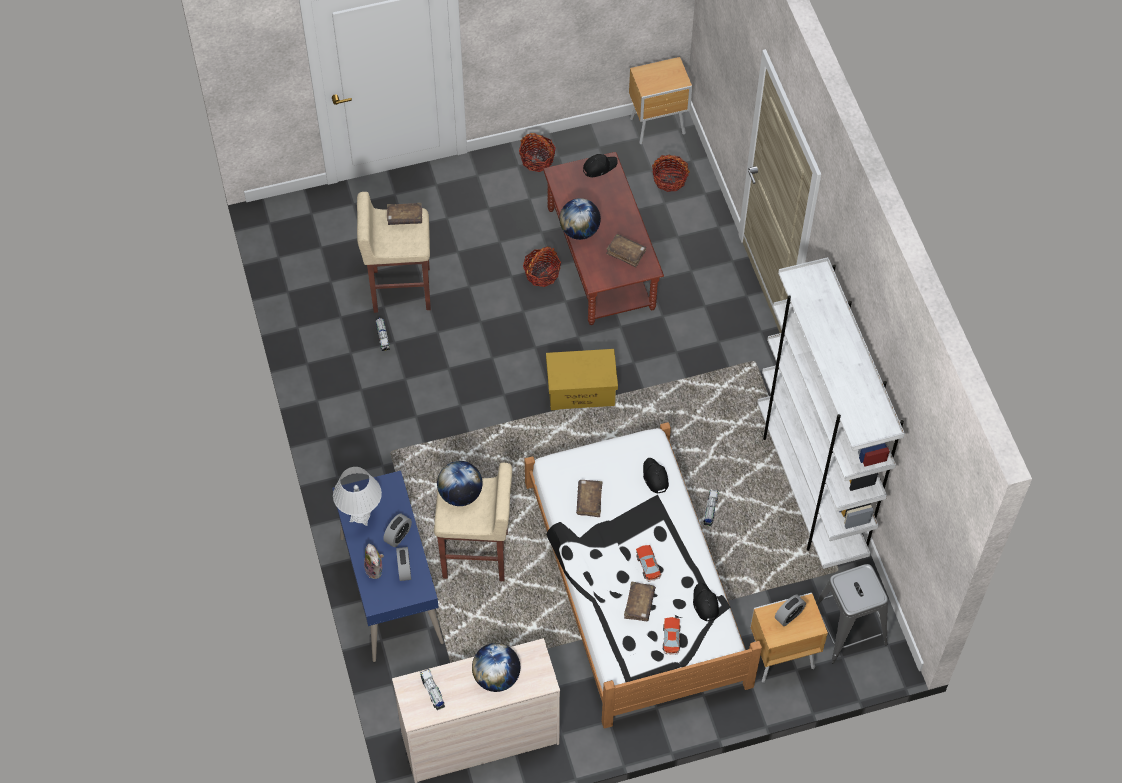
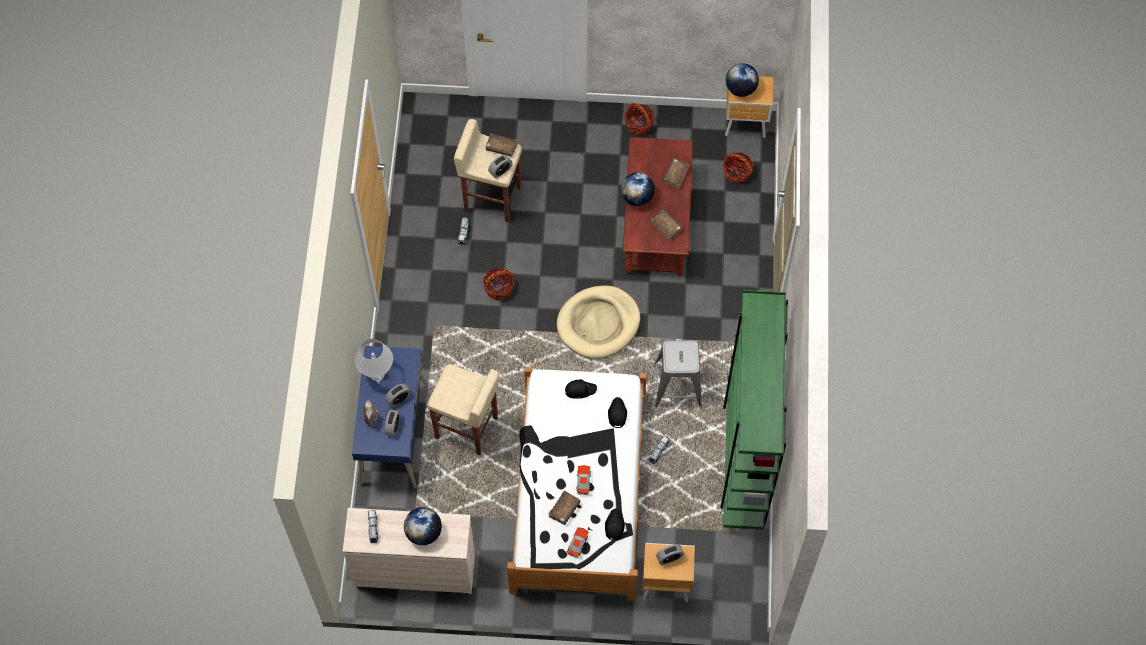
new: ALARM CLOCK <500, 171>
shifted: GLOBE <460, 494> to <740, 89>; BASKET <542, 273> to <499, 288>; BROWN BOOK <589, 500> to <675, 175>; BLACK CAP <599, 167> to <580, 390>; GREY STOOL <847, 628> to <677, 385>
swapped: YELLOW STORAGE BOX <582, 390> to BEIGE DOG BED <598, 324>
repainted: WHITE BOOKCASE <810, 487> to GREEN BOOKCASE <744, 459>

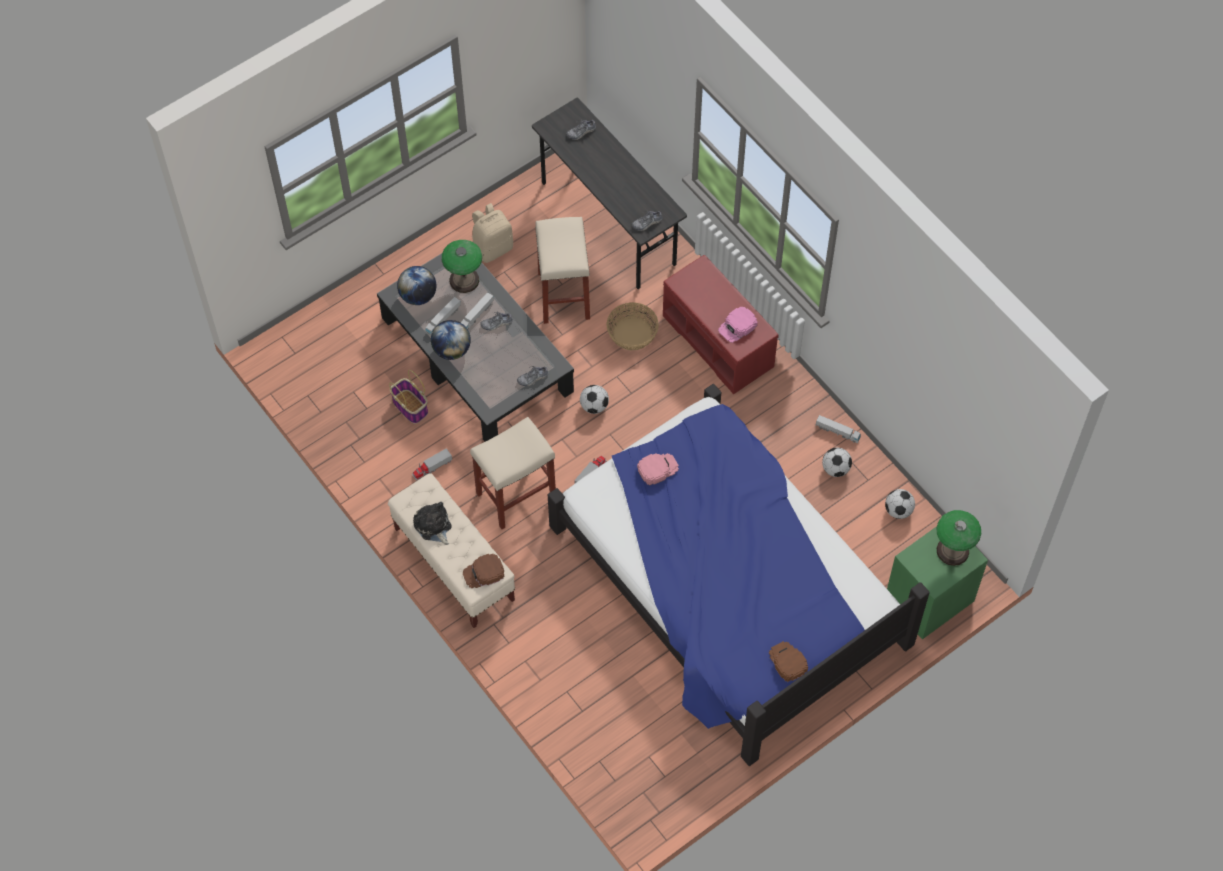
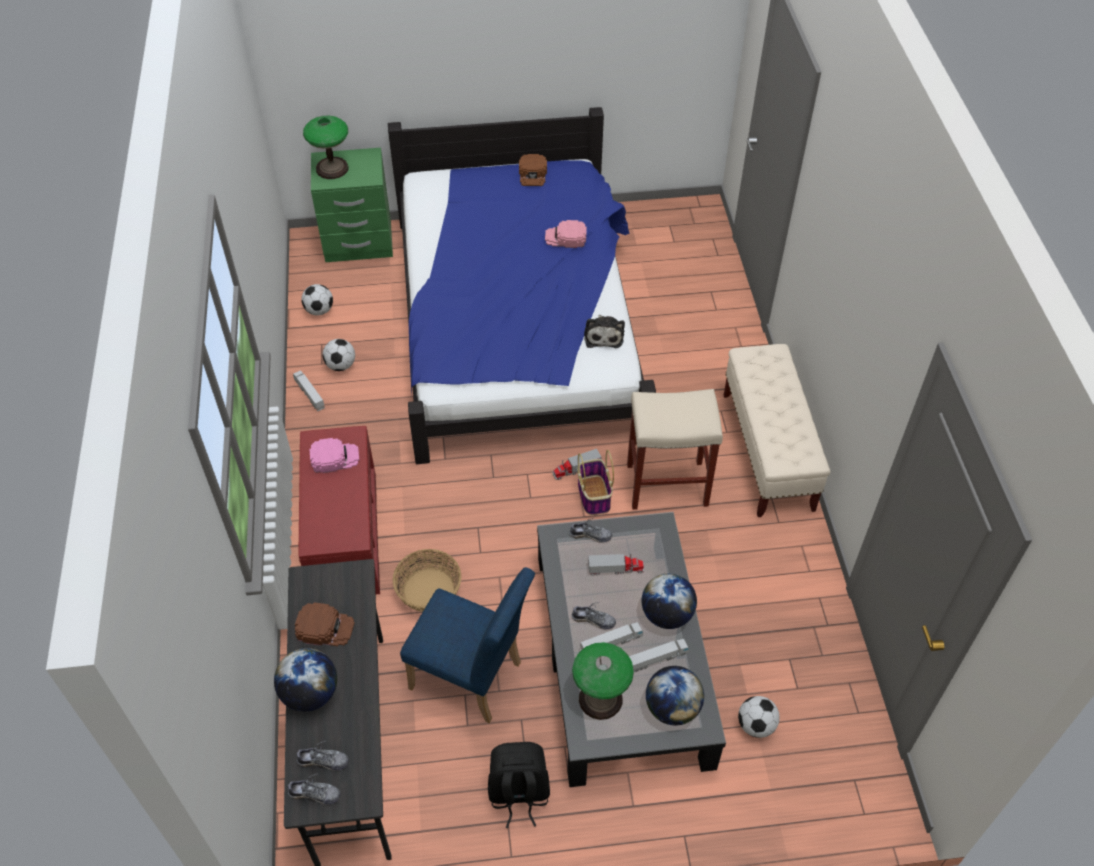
new: GLOBE <310, 694>
shifted: BASKET <411, 407> to <593, 495>; TOY TRUCK <432, 467> to <616, 569>; PLUSH TOY <433, 526> to <603, 335>; BROWN CAP <483, 573> to <325, 627>; FOOTBALL <594, 406> to <755, 725>; SHOE <647, 223> to <315, 794>; PINK CAP <657, 469> to <566, 237>
swapped: BEIGE STOOL <563, 295> to BLUE CHAIR <473, 679>
repainted: BEIGE BACKPACK <492, 248> to BLACK BACKPACK <518, 794>

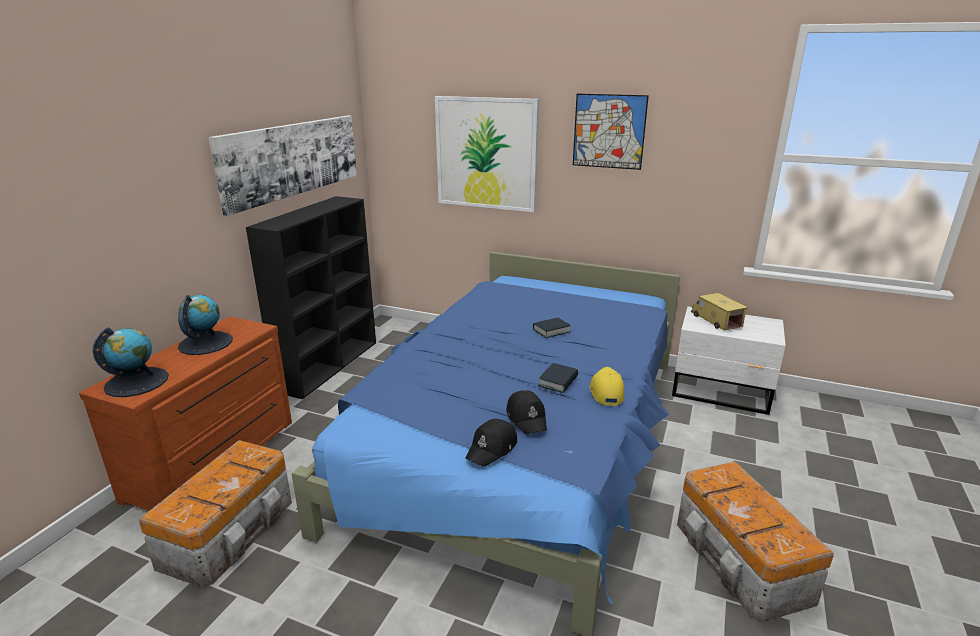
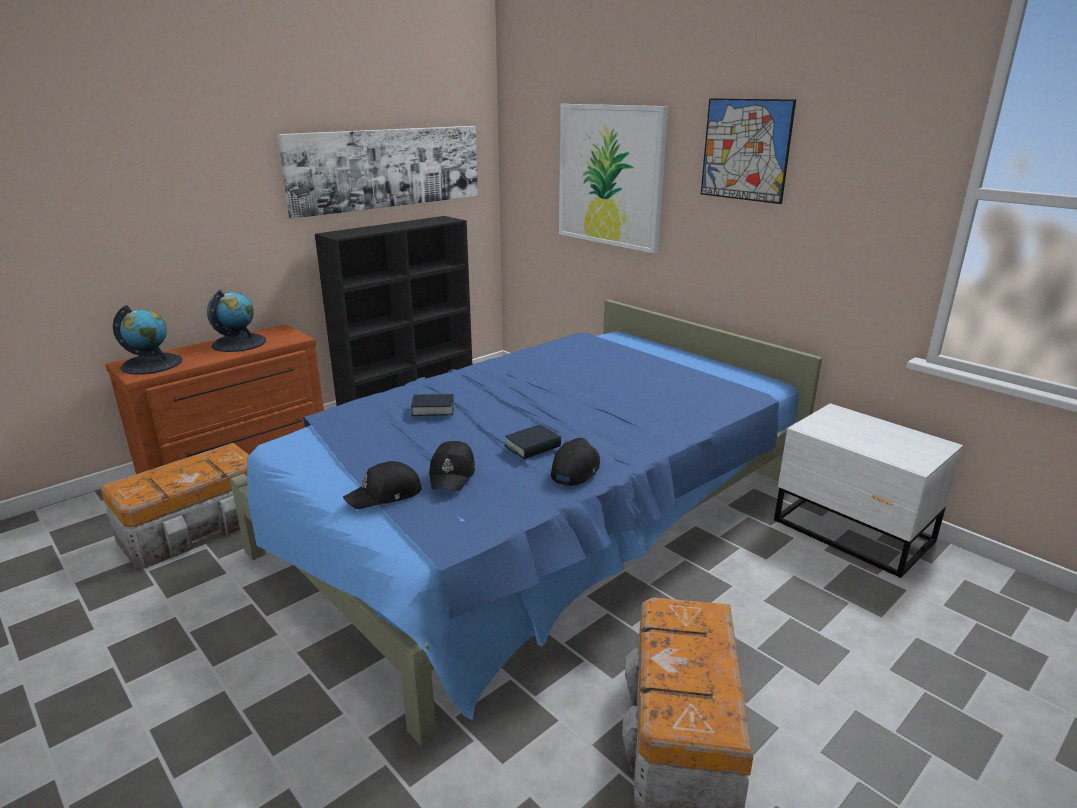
gone: TOY TRUCK <716, 321>
shifted: BOOK <551, 331> to <432, 409>
repainted: YELLOW CAP <606, 392> to BLACK CAP <575, 469>

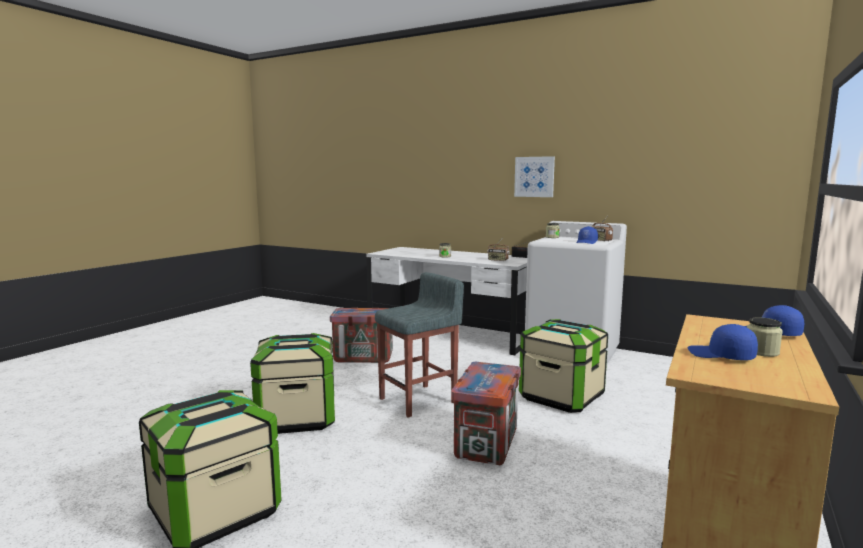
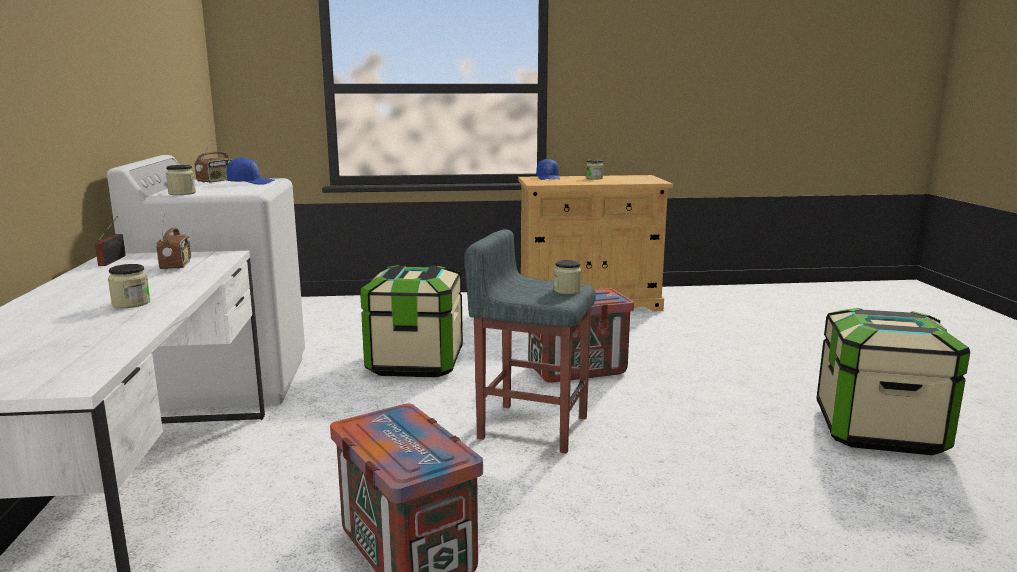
gone: STORAGE BOX <297, 418>; PICTURE <534, 177>; BLUE CAP <721, 356>
new: JAR <567, 290>

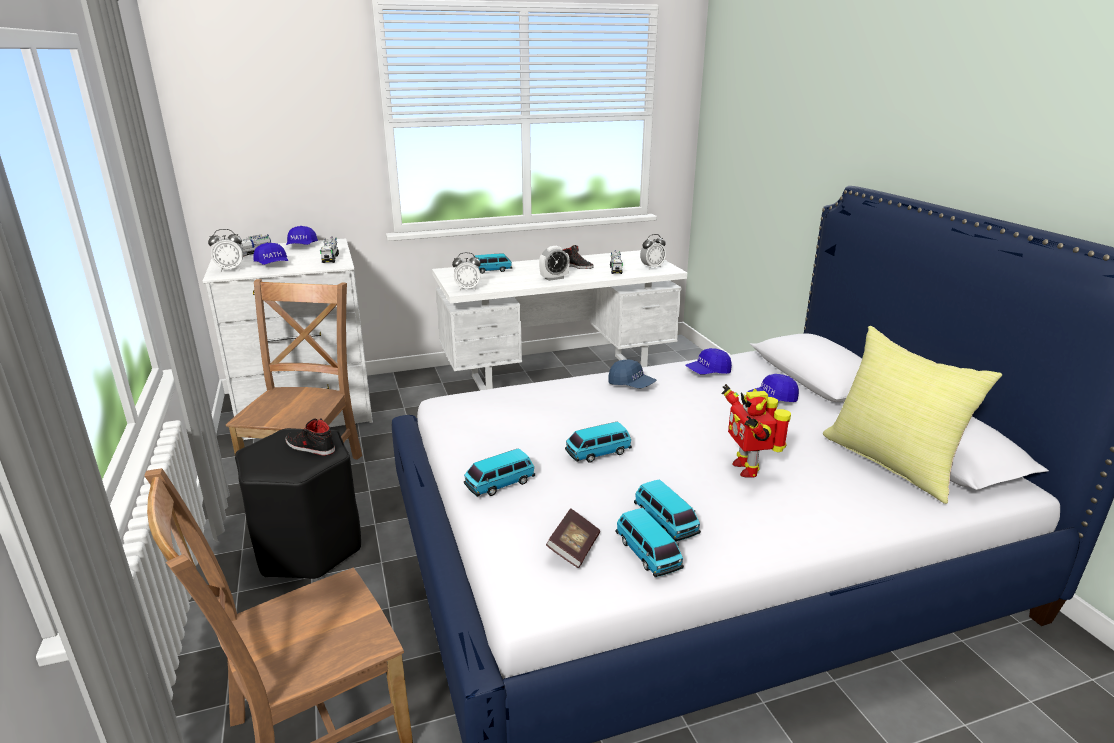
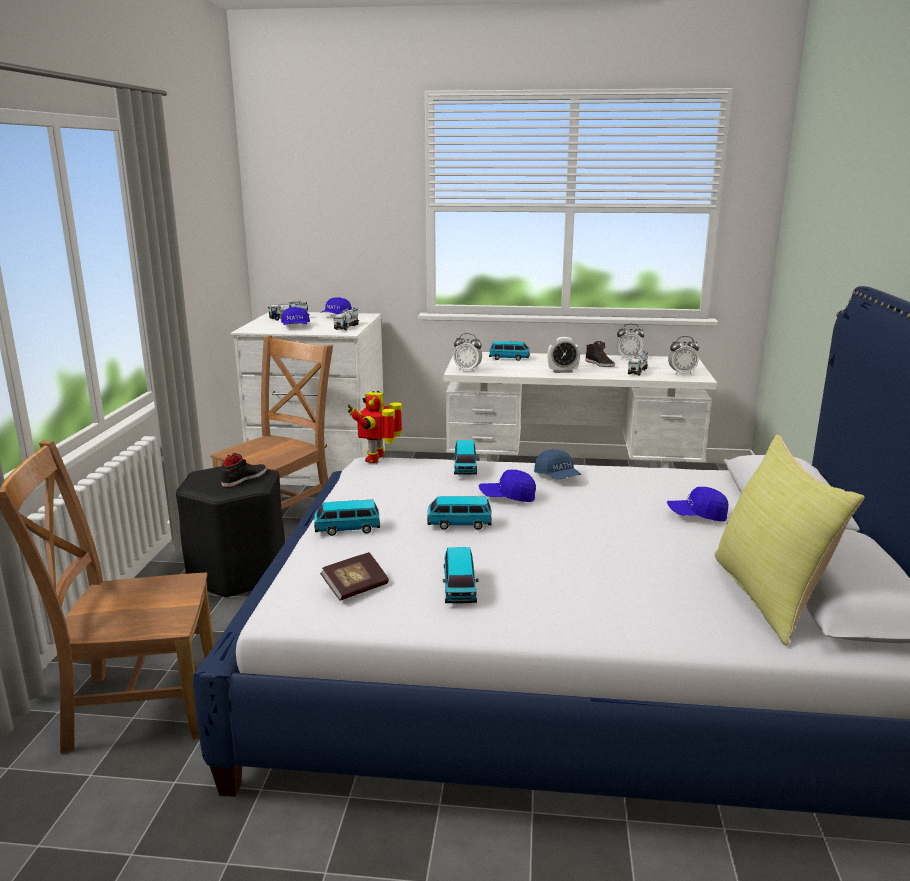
shifted: ALARM CLOCK <230, 269> to <628, 358>; TOY CAR <648, 554> to <465, 468>; BLUE CAP <708, 372> to <507, 497>; TOY ROBOT <747, 468> to <377, 458>
rotated: BLACK SHOE <309, 447> = <244, 478> 75 degrees clockwise

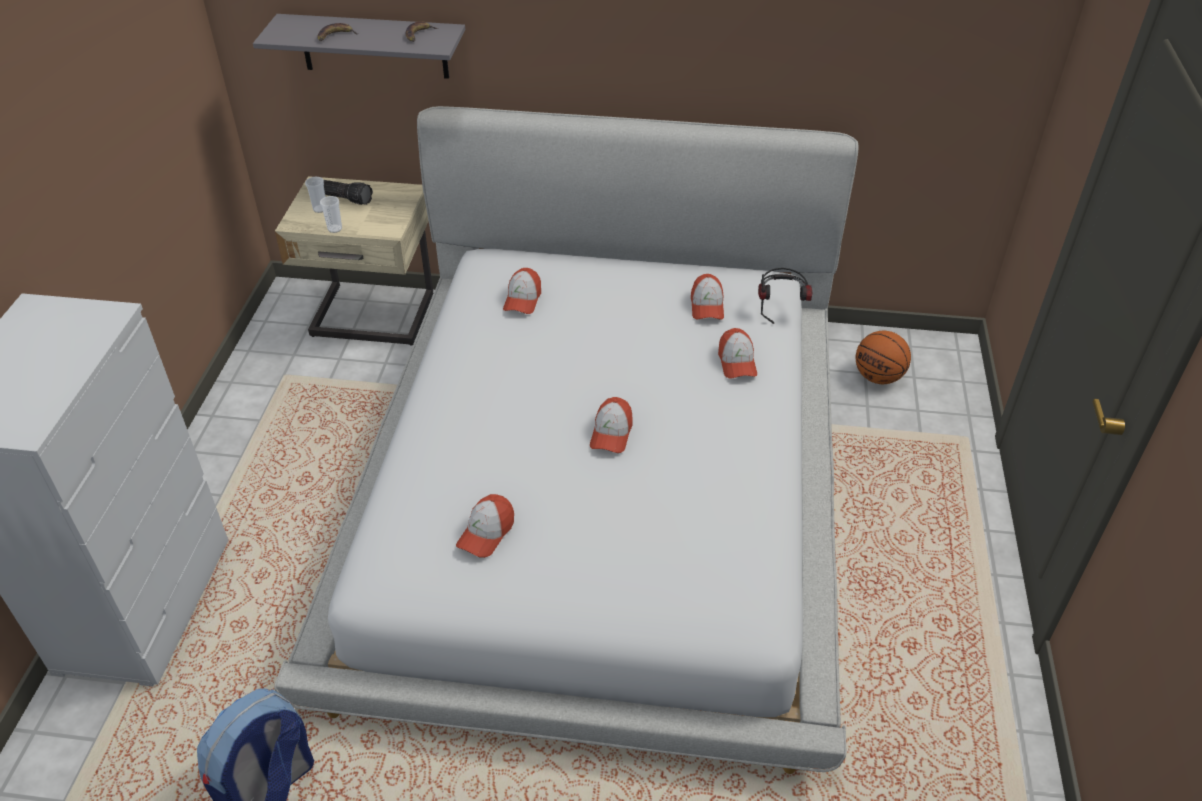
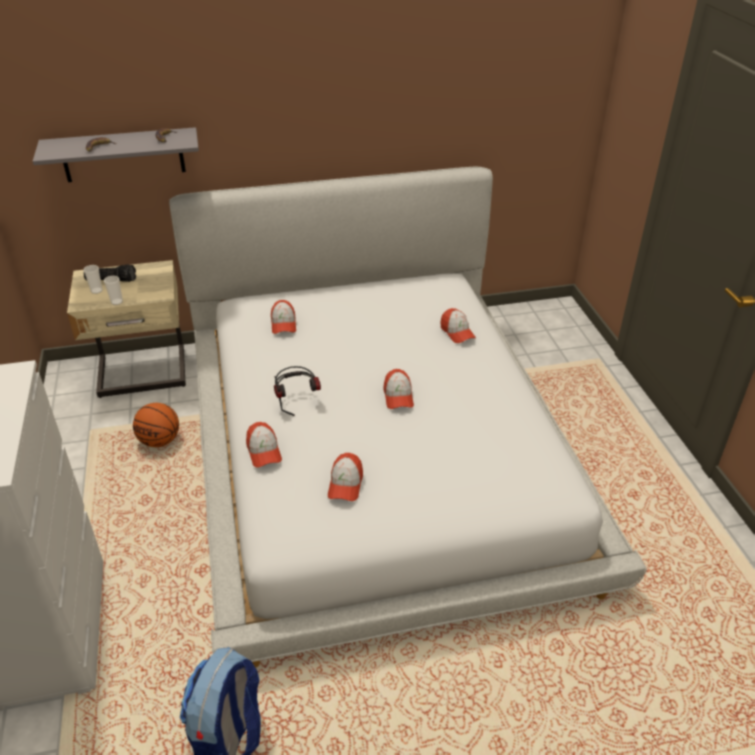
shifted: CAP <707, 306> to <263, 451>; HEADPHONES <781, 309> to <297, 401>; BASKETBALL <878, 377> to <160, 441>

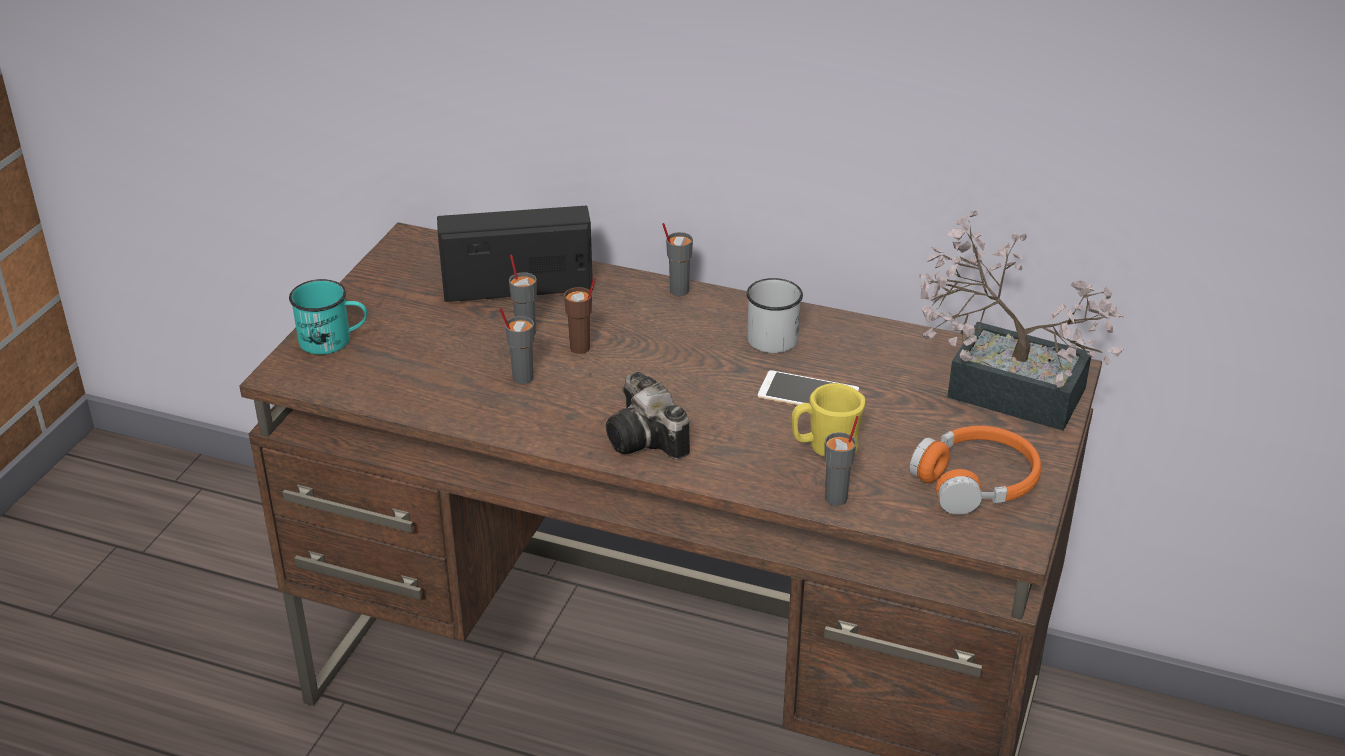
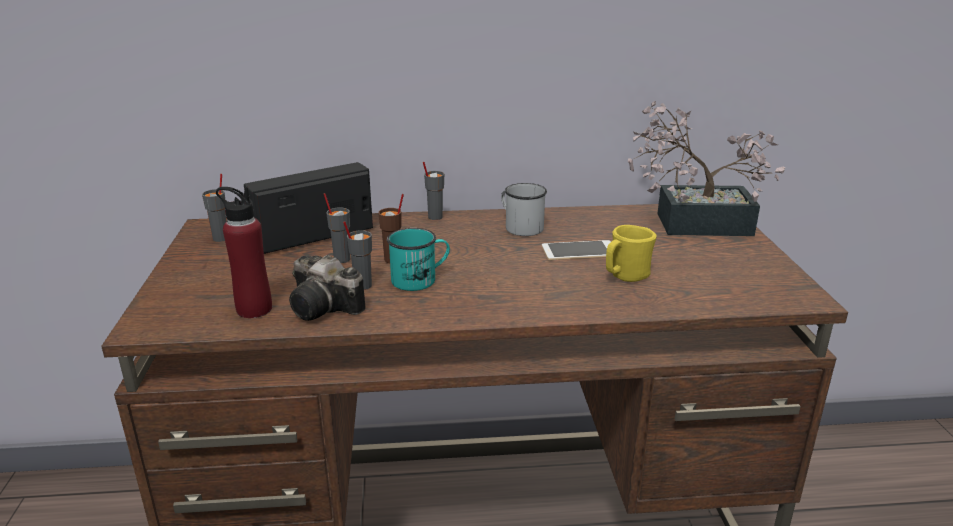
gone: ORANGE HEADPHONES <976, 482>
new: RED BOTTLE <254, 309>
shifted: TURQUOISE MUG <333, 340> to <420, 279>; PHOTO CAMERA <648, 440> to <326, 308>; GREY CUP <837, 498> to <221, 238>

